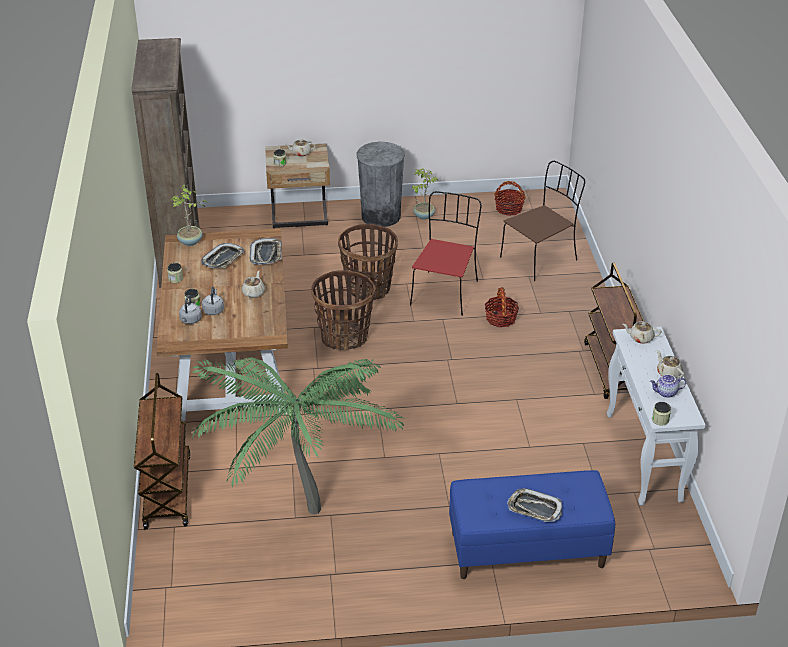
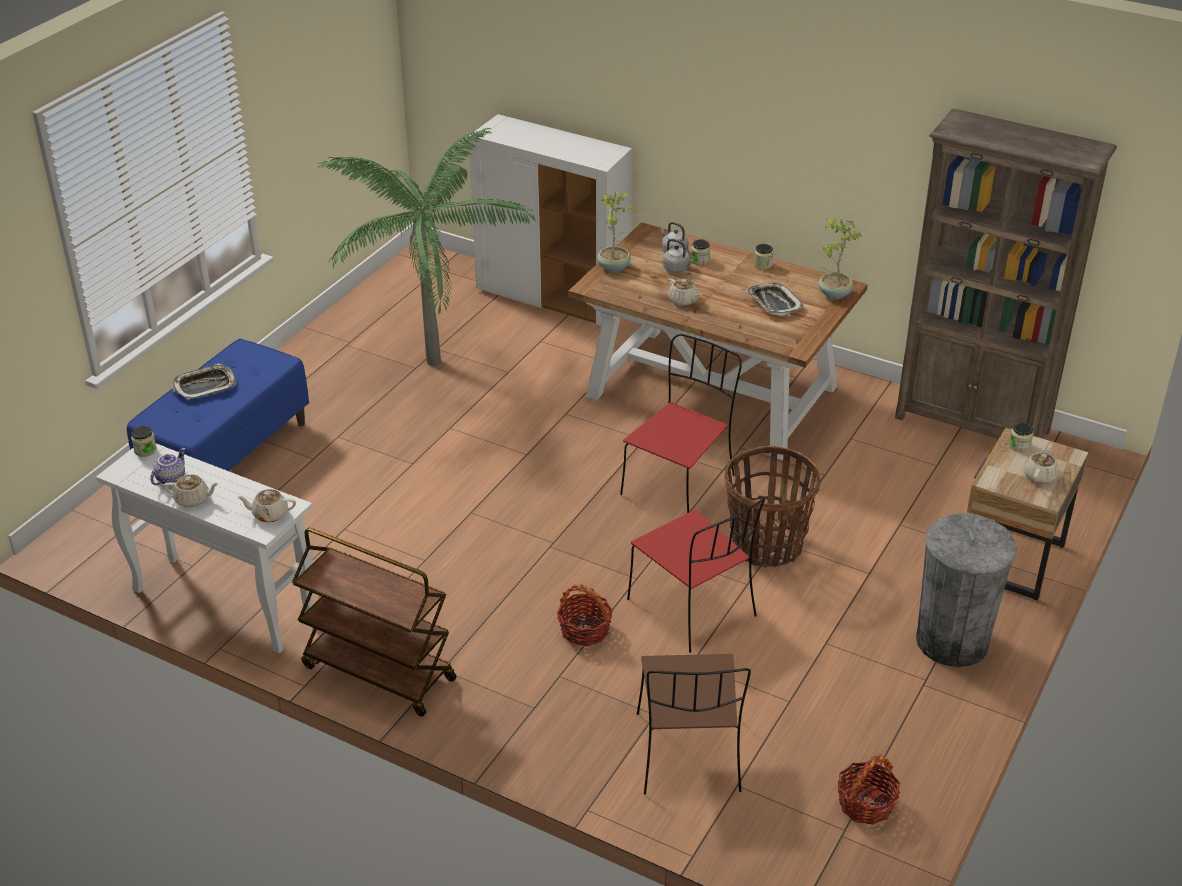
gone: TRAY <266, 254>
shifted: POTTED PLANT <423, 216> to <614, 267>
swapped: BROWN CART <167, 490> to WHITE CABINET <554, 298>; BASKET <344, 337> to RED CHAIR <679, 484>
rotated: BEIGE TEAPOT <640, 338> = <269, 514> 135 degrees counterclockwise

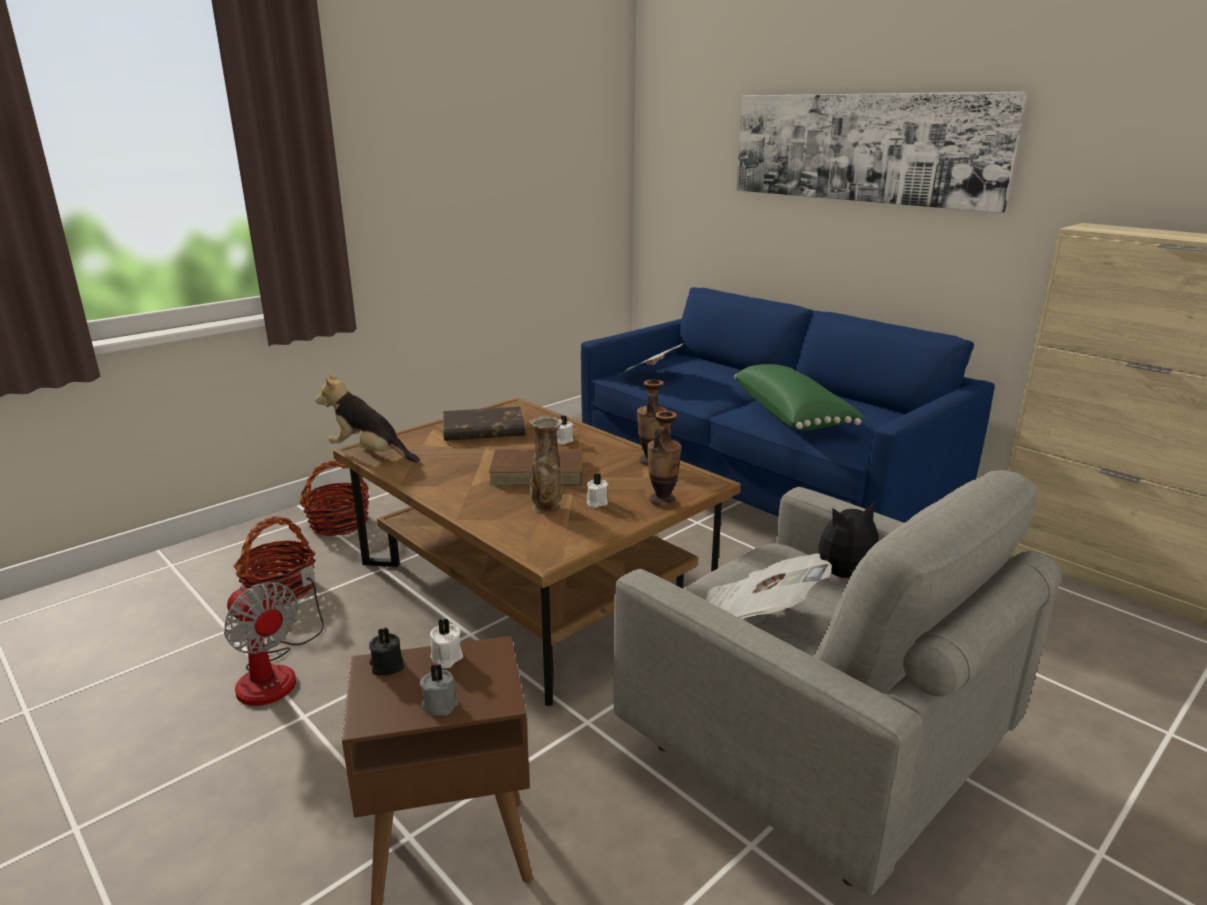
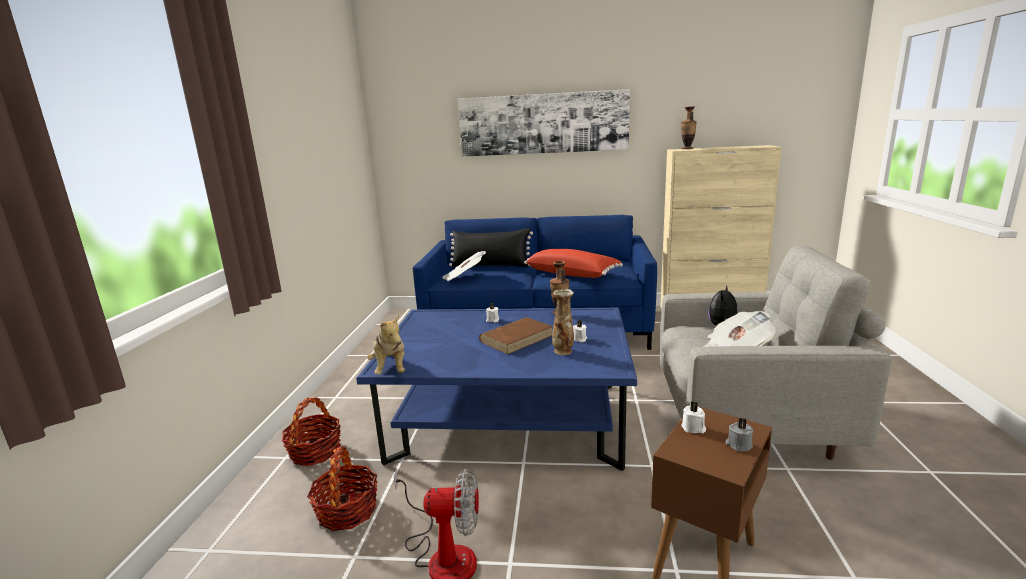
gone: BLACK CANDLE <386, 666>; BROWN BOOK <483, 429>
new: BLACK PILLOW <491, 265>
shifted: VASE <662, 500> to <687, 149>
repainted: BROWN COFFEE TABLE <532, 583> to BLUE COFFEE TABLE <509, 421>; GREEN PILLOW <792, 415> to RED PILLOW <572, 274>
rotated: PLUSH TOY <370, 454> = <391, 369> 90 degrees counterclockwise

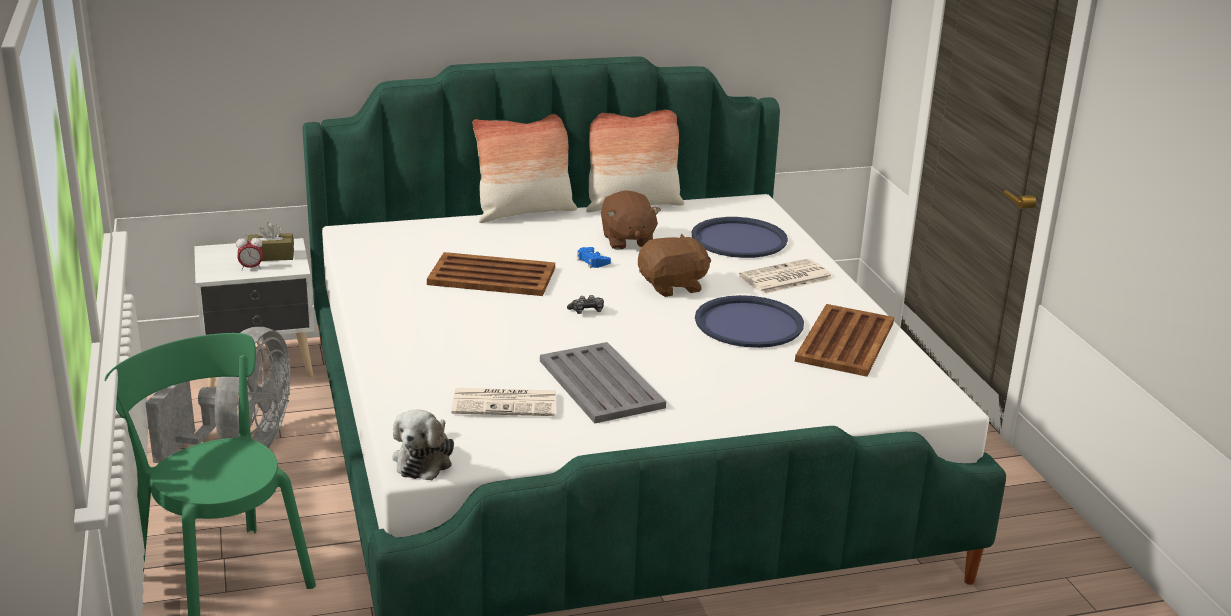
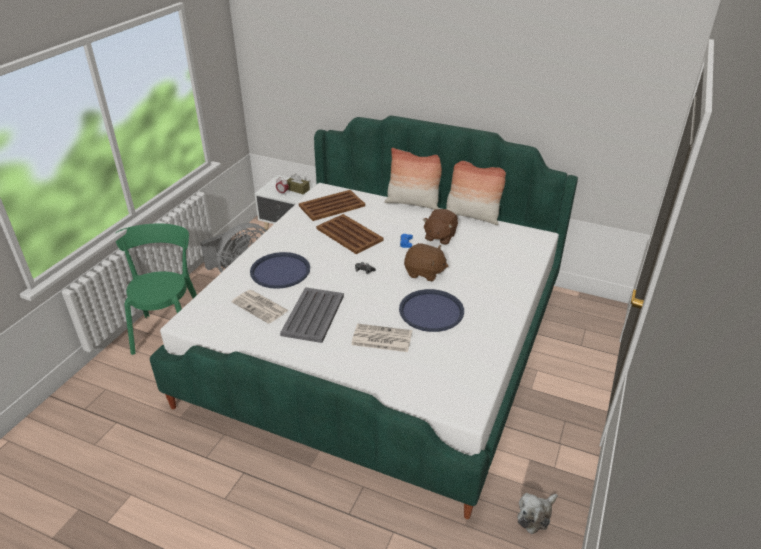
shifted: PLUSH TOY <424, 459> to <535, 515>; BLUE TRAY <738, 239> to <280, 271>; NEWSPAPER <785, 278> to <381, 338>; BROWN TRAY <846, 341> to <332, 206>

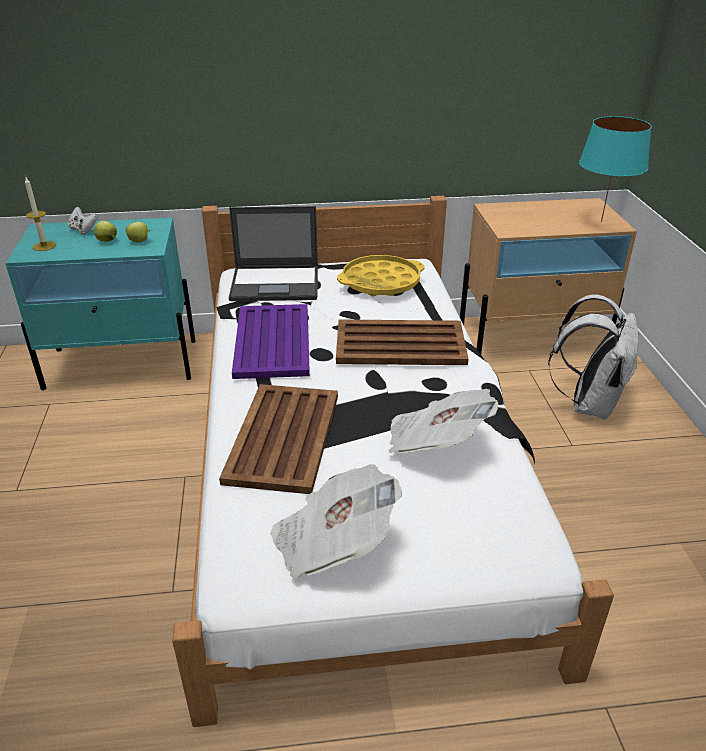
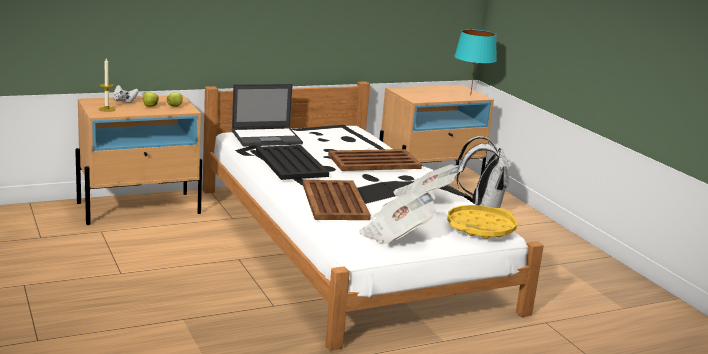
shifted: YELLOW TRAY <381, 282> to <481, 228>
repainted: TURQUOISE NIGHTSTAND <123, 364> to BEIGE NIGHTSTAND <139, 208>; PURPLE TRAY <272, 342> to BLACK TRAY <291, 164>

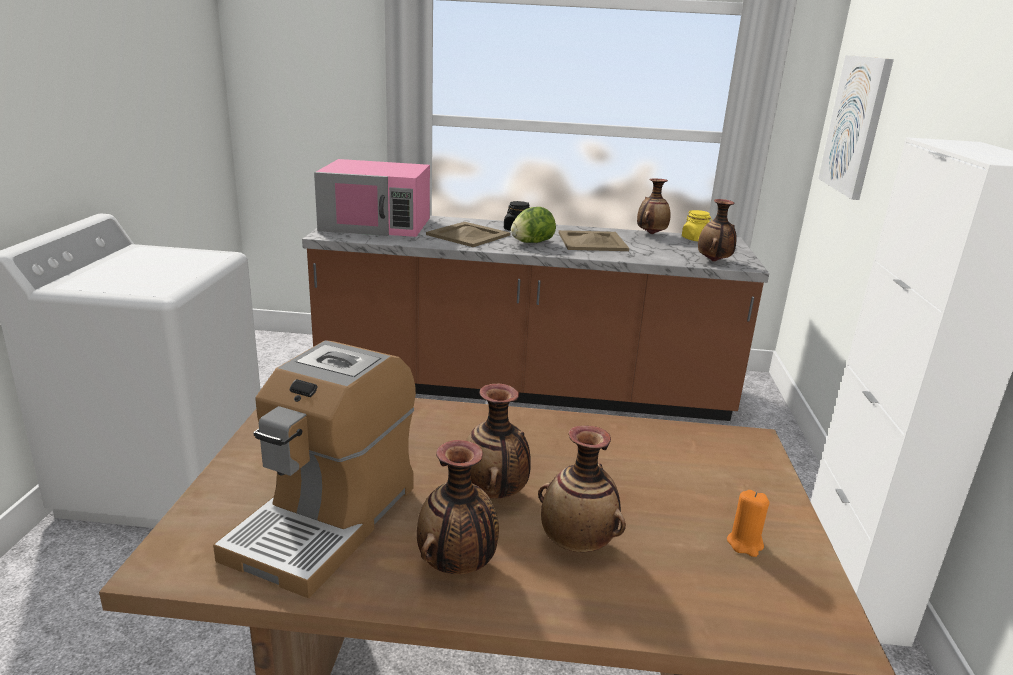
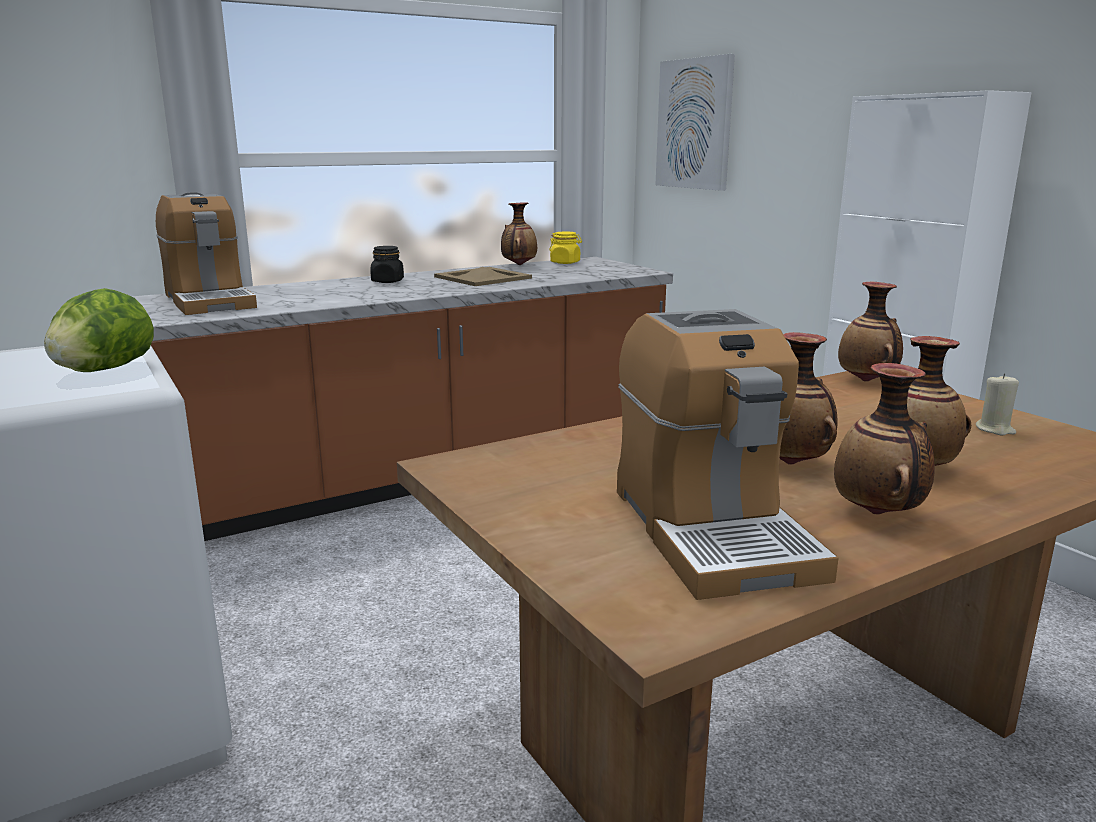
gone: BEIGE TRAY <467, 235>
shifted: LETTUCE <531, 242> to <104, 370>; VASE <714, 261> to <867, 381>
swapped: PINK MICROWAVE <377, 224> to COFFEE MACHINE <209, 301>
repainted: ORANGE CANDLE <745, 544> to BEIGE CANDLE <995, 429>

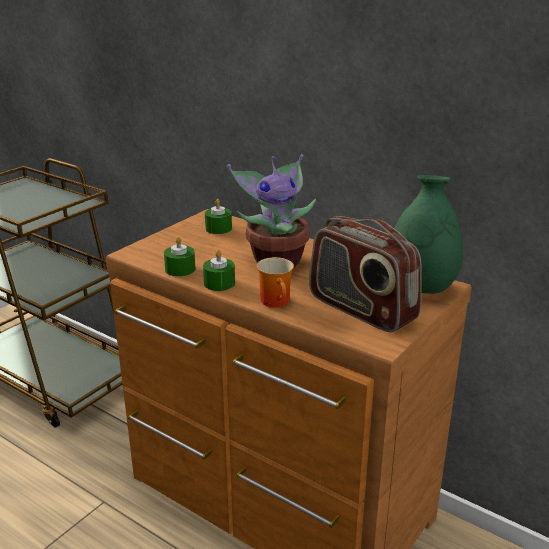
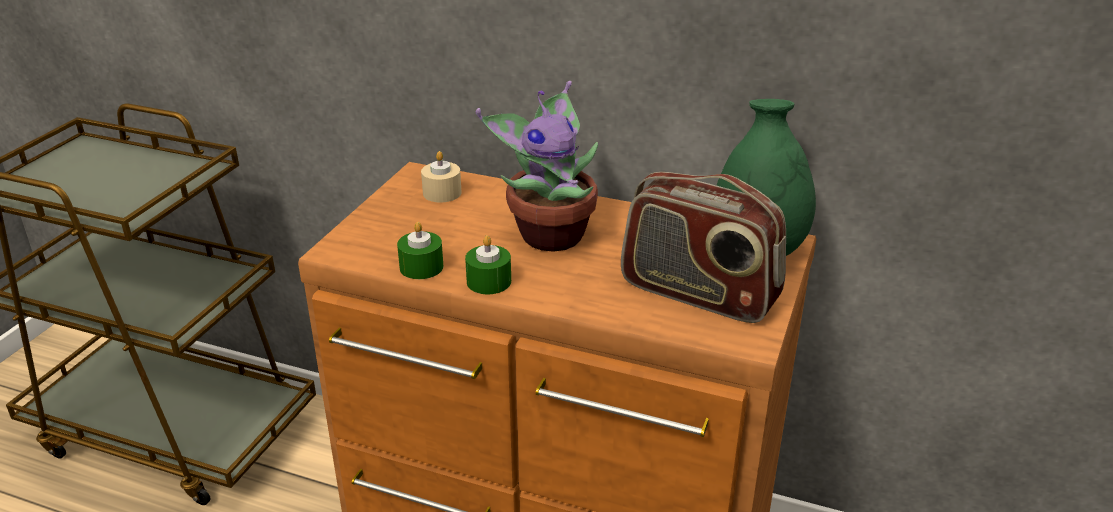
gone: MUG <278, 301>
repainted: GREEN CANDLE <218, 228> to BEIGE CANDLE <442, 193>

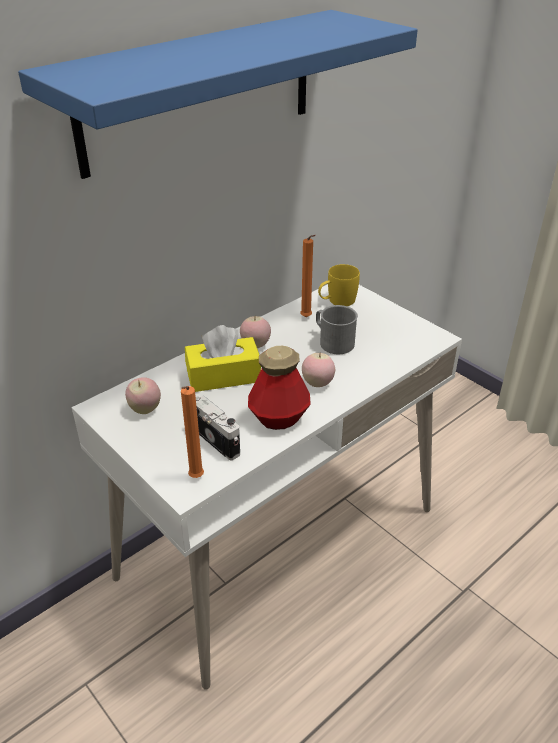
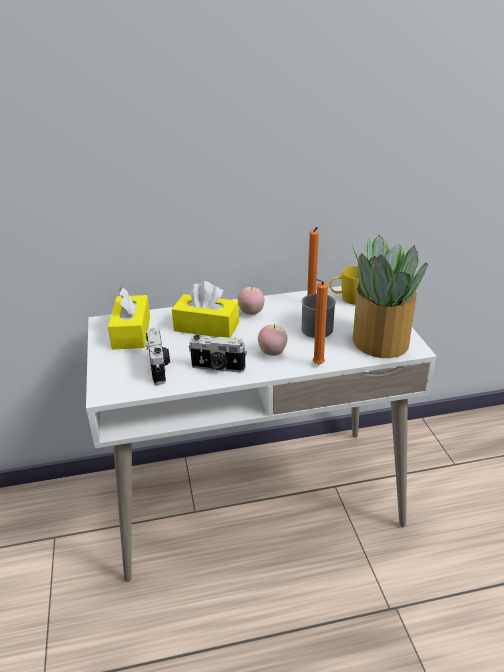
gone: BLUE SHELF <200, 91>
new: POTTED PLANT <380, 341>
shifted: ORANGE CANDLE <195, 478> to <317, 365>
swapped: APPLE <145, 409> to YELLOW TISSUE BOX <131, 332>; BOTTLE <279, 418> to PHOTO CAMERA <218, 368>

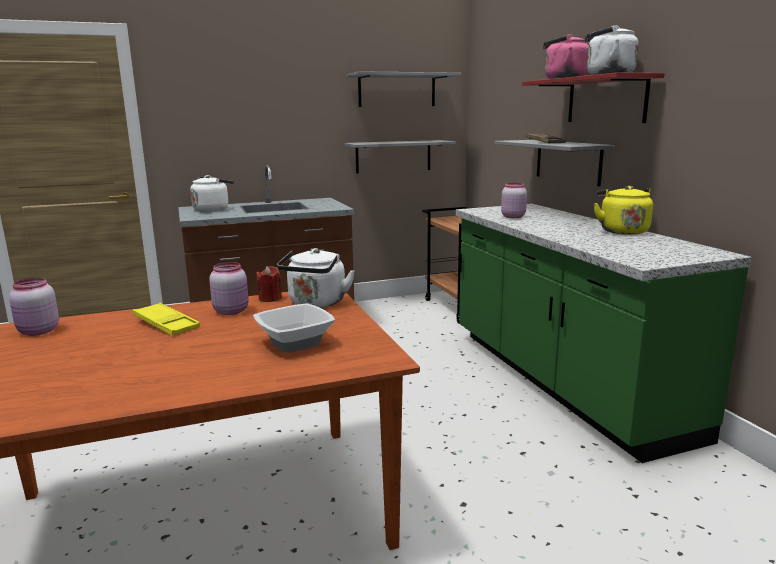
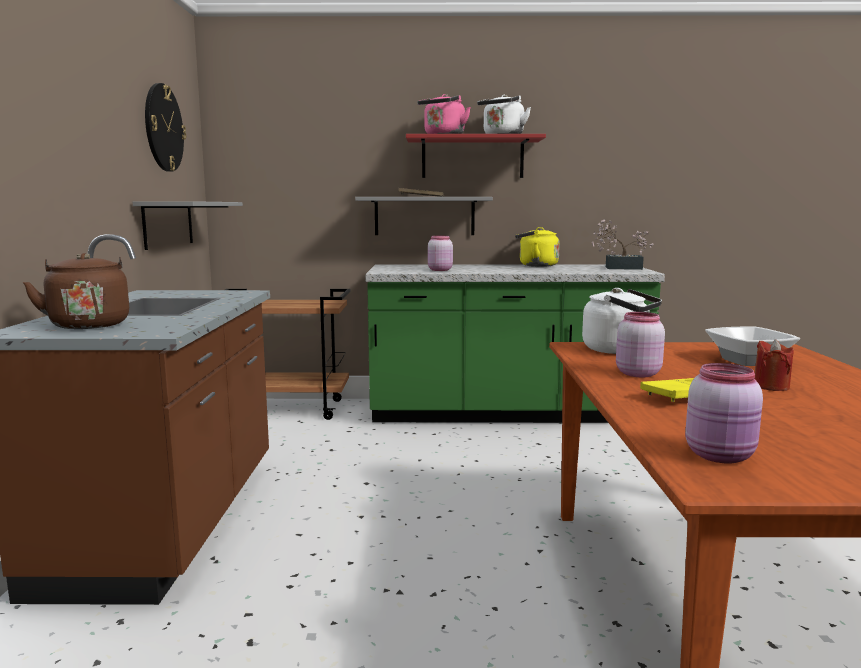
new: POTTED PLANT <618, 268>
shifted: RED CANDLE <270, 299> to <771, 386>
swapped: GREY SHELF <397, 90> to WALL CLOCK <163, 128>
repainted: WHITE KETTLE <213, 209> to BROWN KETTLE <89, 324>

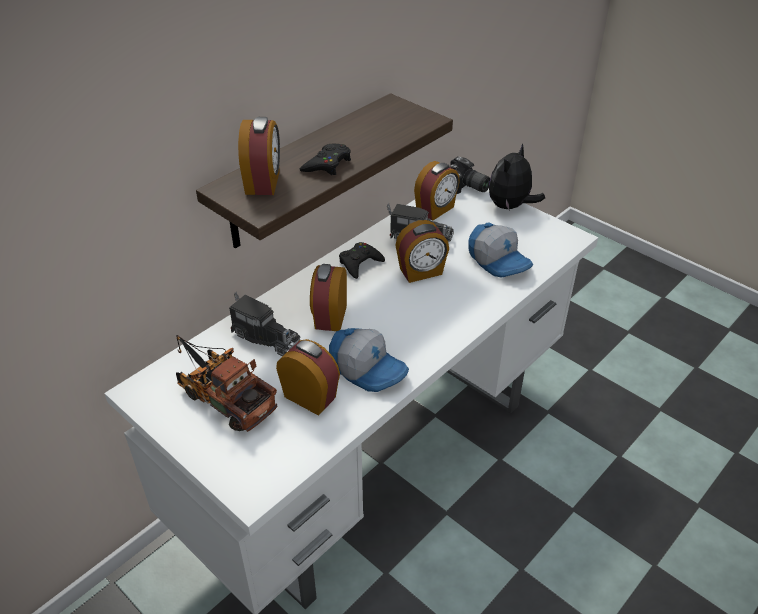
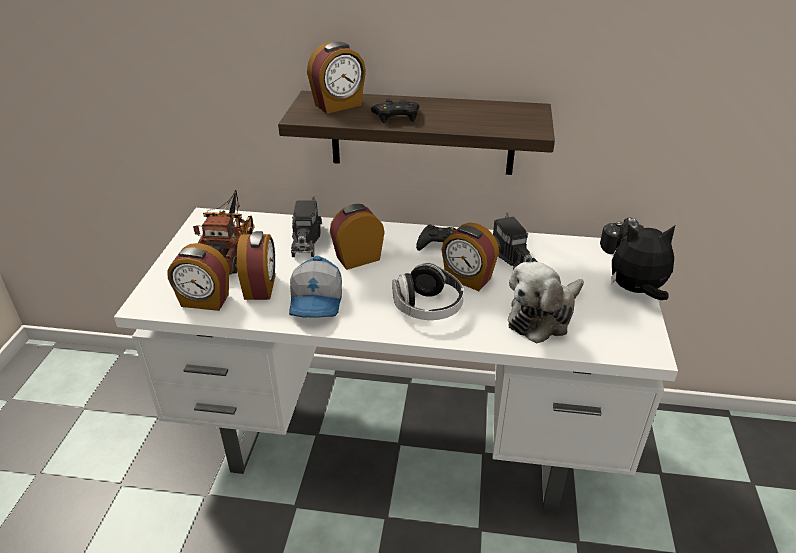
new: HEADPHONES <428, 307>
shifted: ALARM CLOCK <436, 210> to <204, 301>
swapped: CAP <499, 260> to PLUSH TOY <543, 316>

